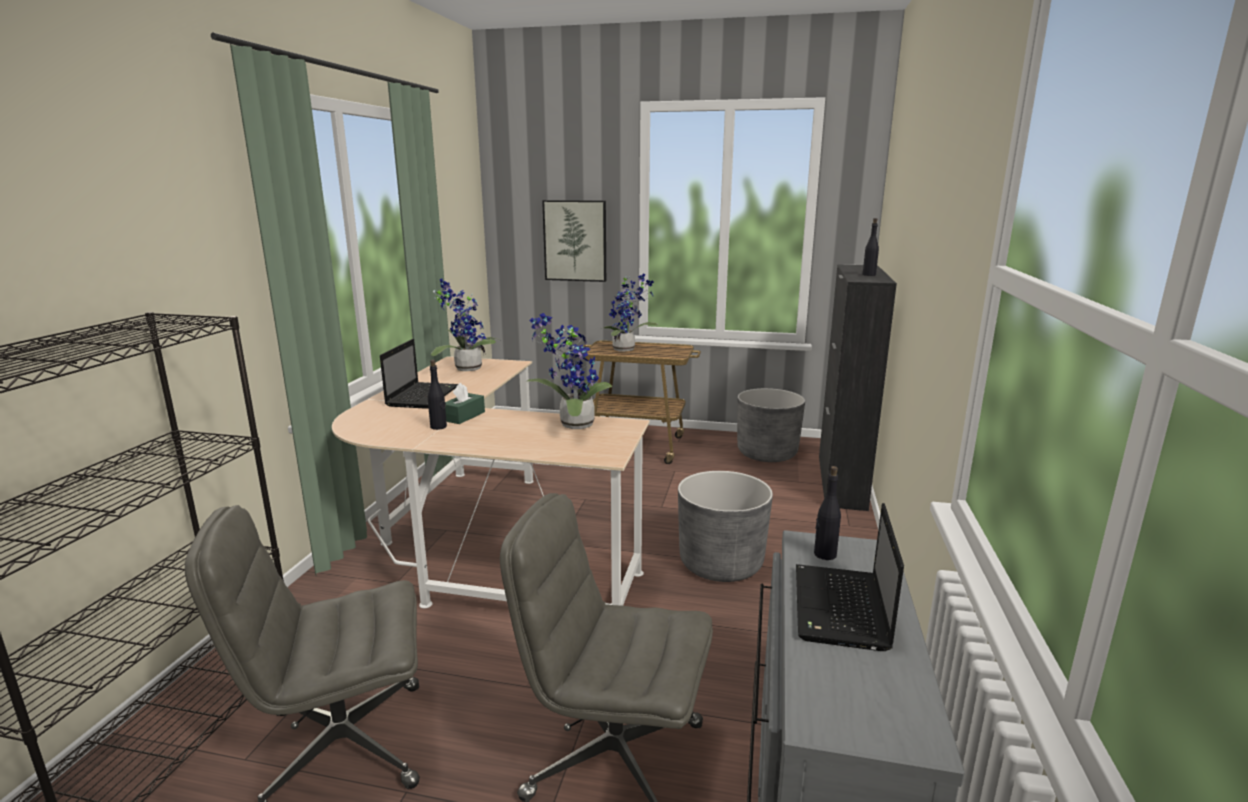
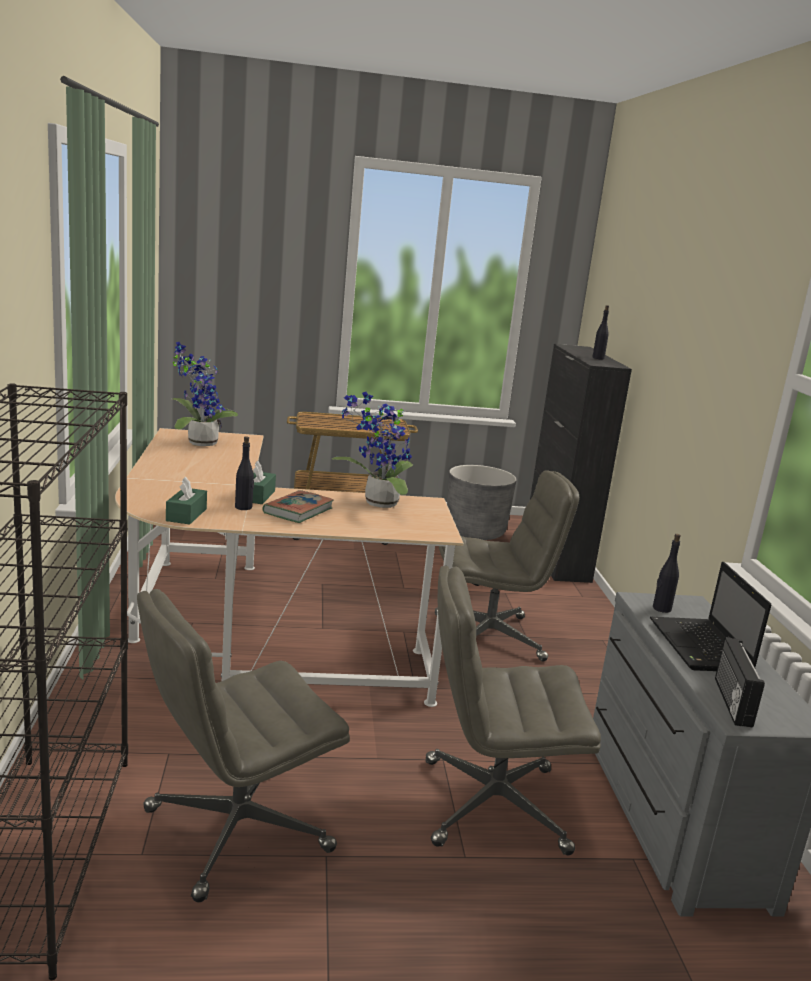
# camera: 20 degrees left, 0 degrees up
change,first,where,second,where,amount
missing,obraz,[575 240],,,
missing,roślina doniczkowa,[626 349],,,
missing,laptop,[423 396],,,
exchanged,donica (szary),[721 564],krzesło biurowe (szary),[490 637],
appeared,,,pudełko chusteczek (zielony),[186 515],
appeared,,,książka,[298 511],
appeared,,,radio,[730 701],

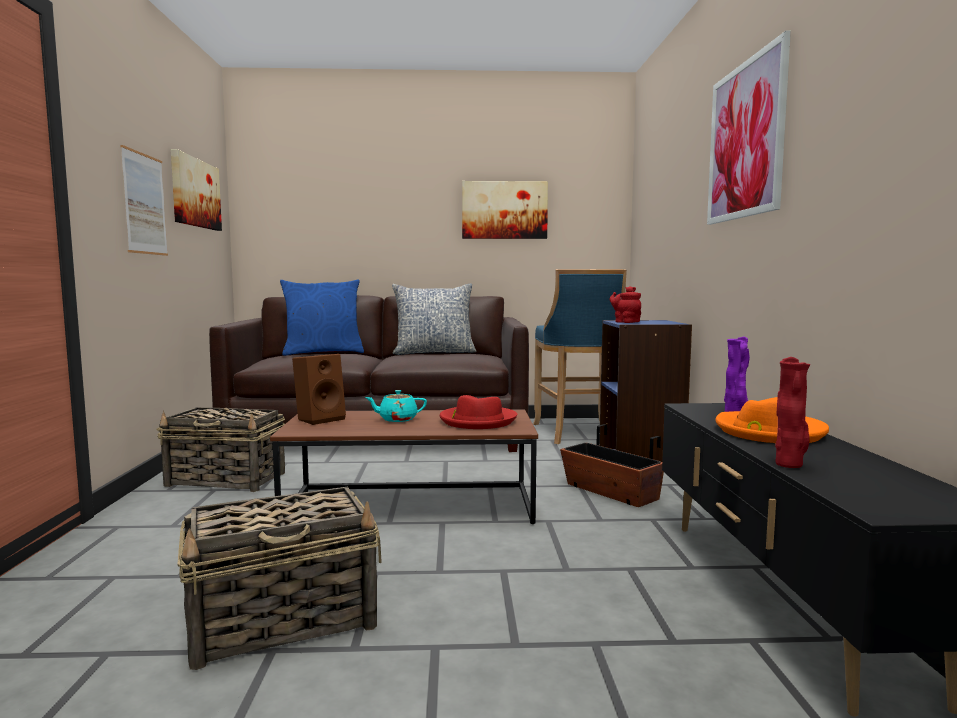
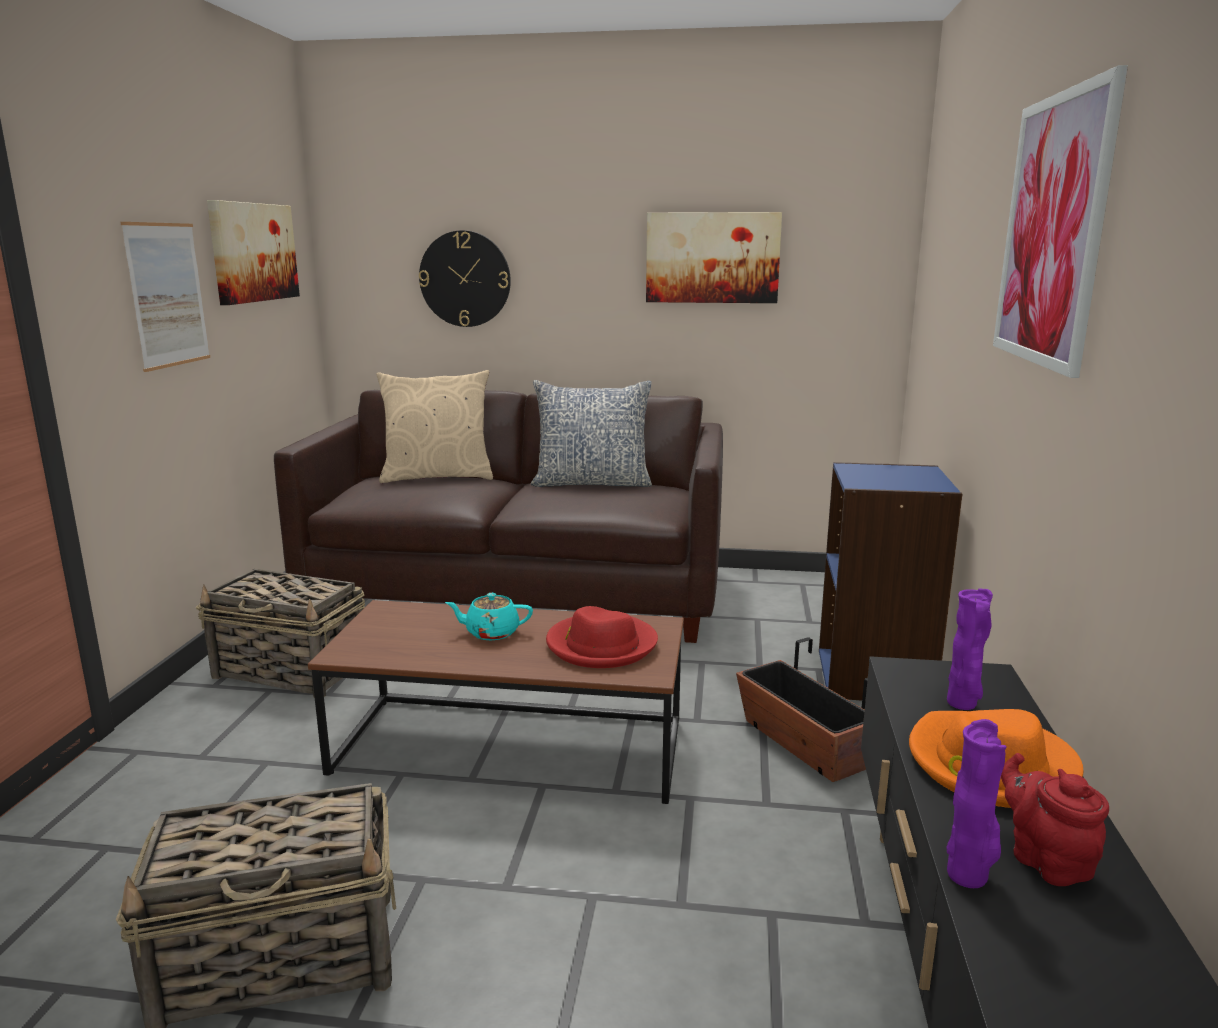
# camera: 10 degrees right, 10 degrees up
change,first,where,second,where,amount
missing,stołek (niebieski),[577 434],,,
colour,poduszka (niebieski),[323 353],poduszka (beżowy),[437 477],
relocated,imbryk (czerwony),[625 322],,[1045 860],
missing,głośnik (brązowy),[320 419],,,
colour,wazon (czerwony),[790 465],wazon (fioletowy),[969 877],
appeared,,,zegar ścienny,[465 279],

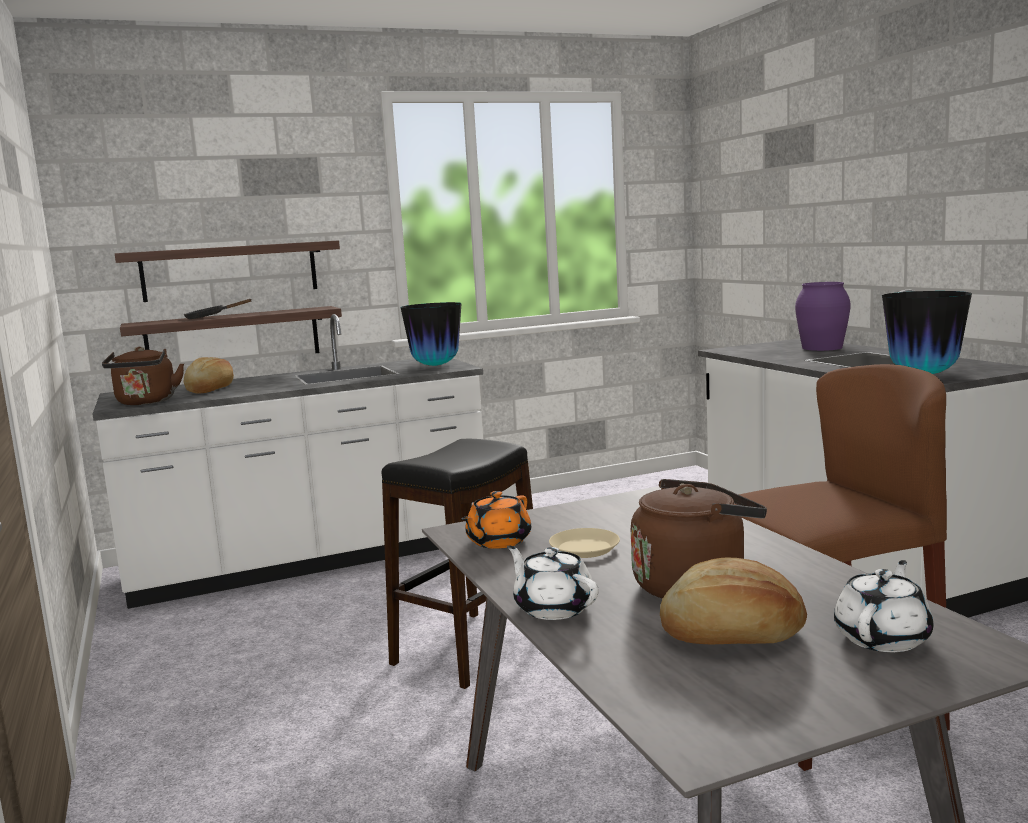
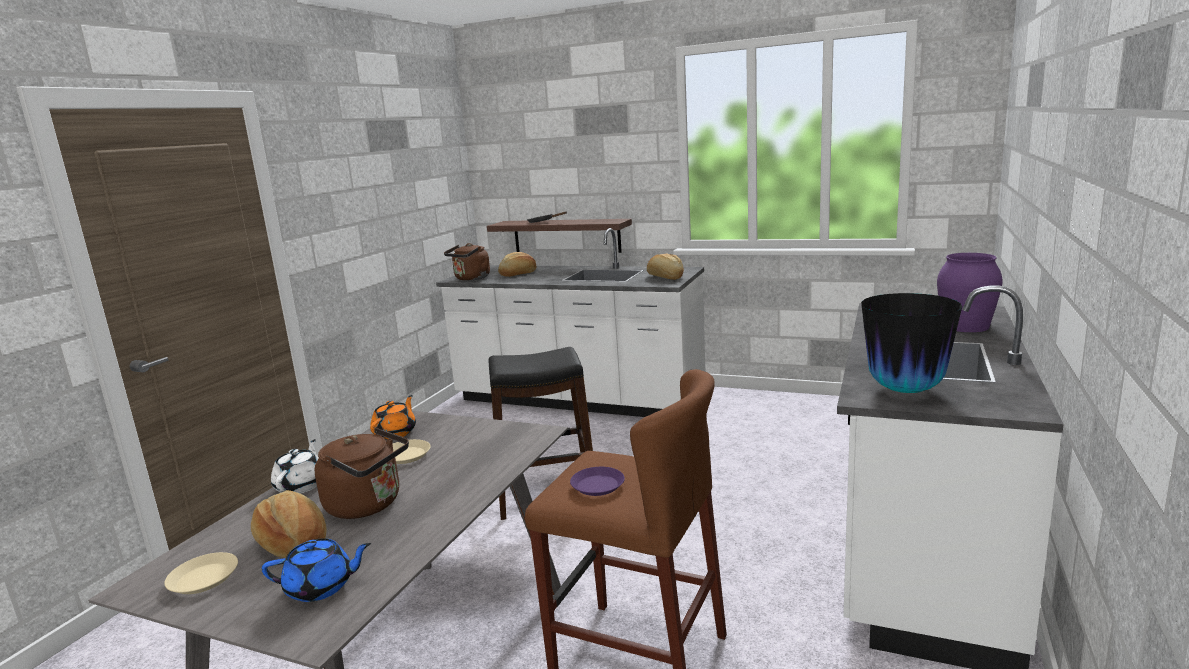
# camera: 45 degrees right, 5 degrees up
change,first,where,second,where,amount
missing,półka,[230 271],,,
exchanged,wazon,[435 365],chleb,[665 277],
spun,imbryk (pomarańczowy),[497 542],,[395 433],120 degrees clockwise
colour,imbryk (biały),[883 637],imbryk (niebieski),[321 587],
appeared,,,talerz (fioletowy),[597 485],
appeared,,,talerz (beżowy),[204 579],

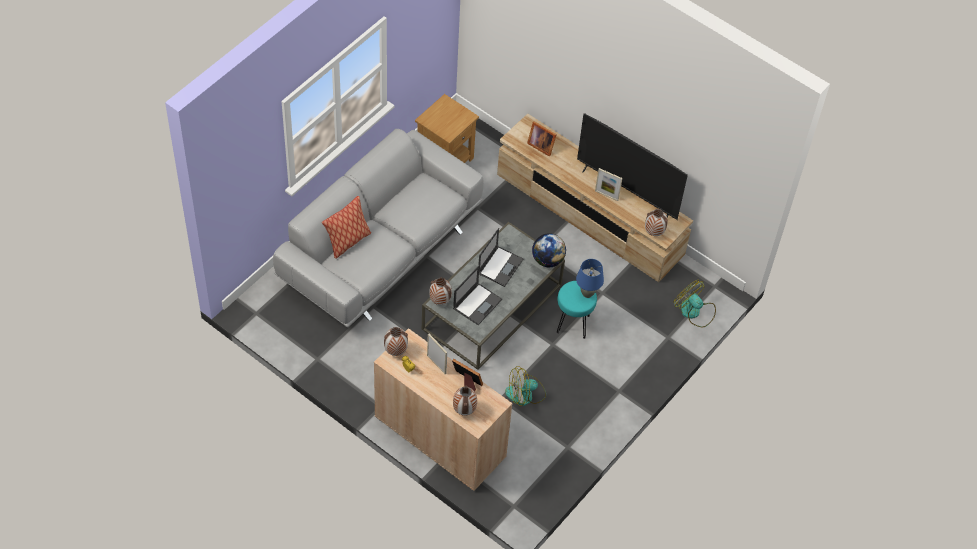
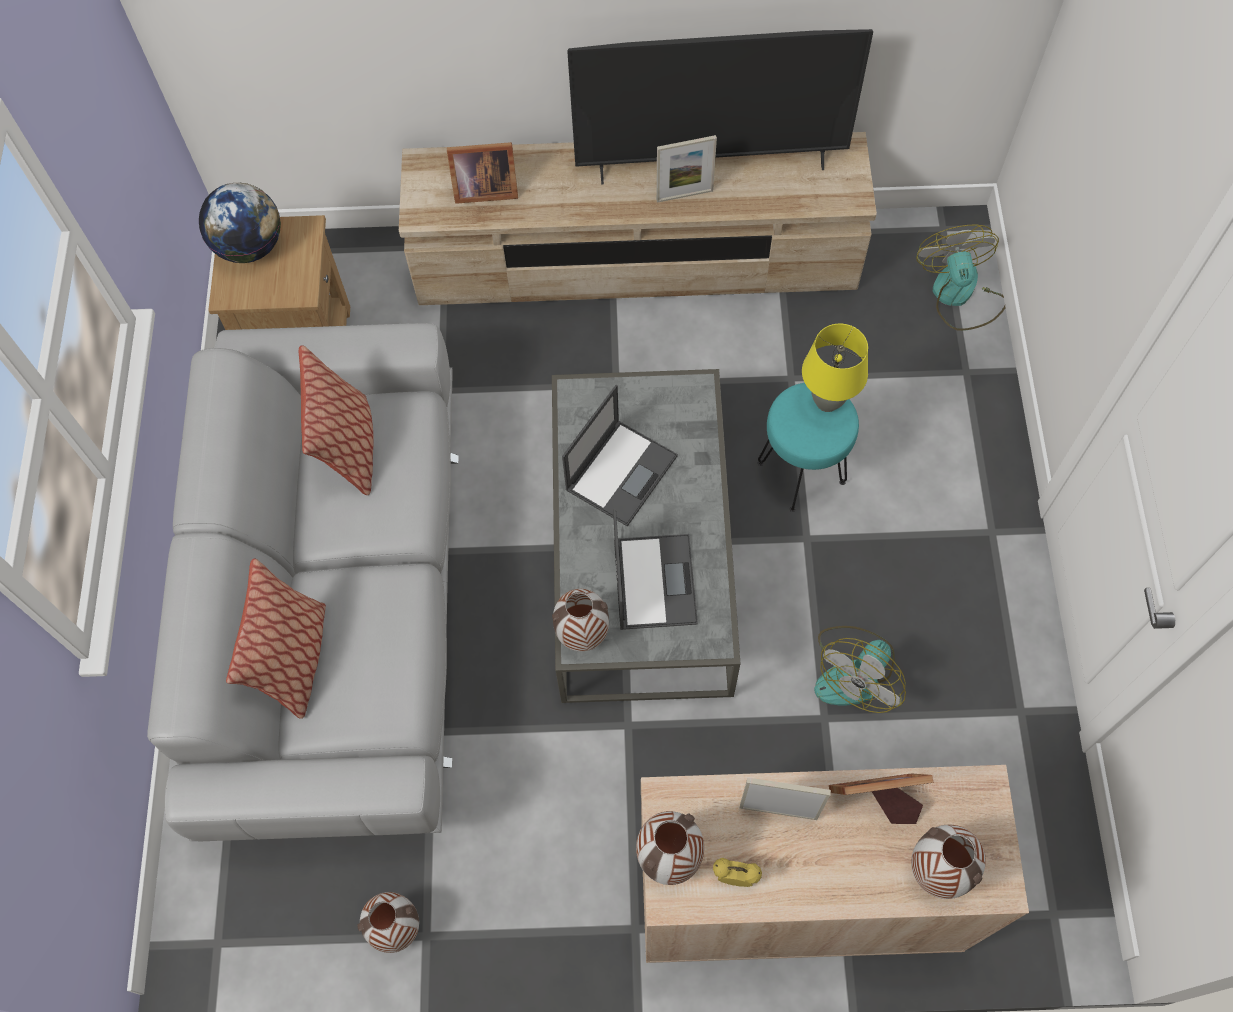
# camera: 35 degrees left, 10 degrees up
change,first,where,second,where,amount
relocated,wazon,[654 233],,[397 927],
spun,laptop,[500 266],,[621 471],45 degrees clockwise
relocated,globus,[547 260],,[250 246],
colour,lampa stołowa (niebieski),[587 293],lampa stołowa (żółty),[827 402],
spun,wentylator,[694 312],,[959 295],75 degrees clockwise
appeared,,,poduszka,[349 448],

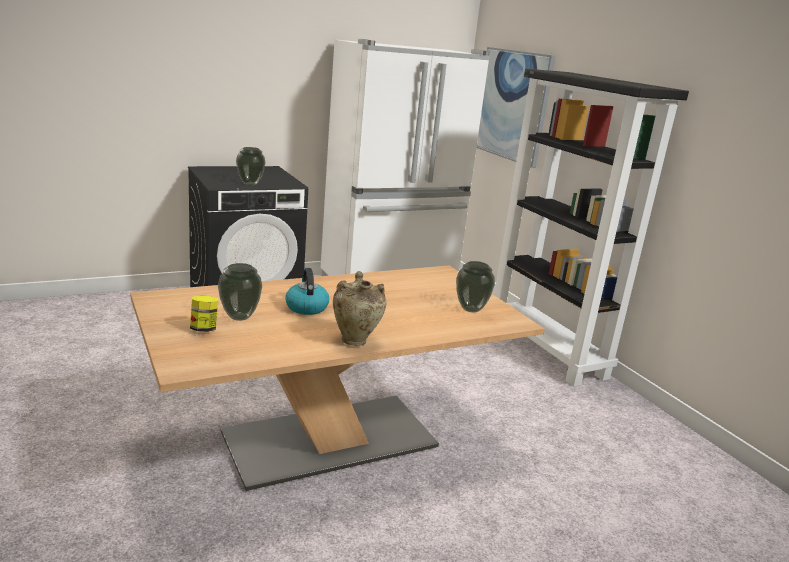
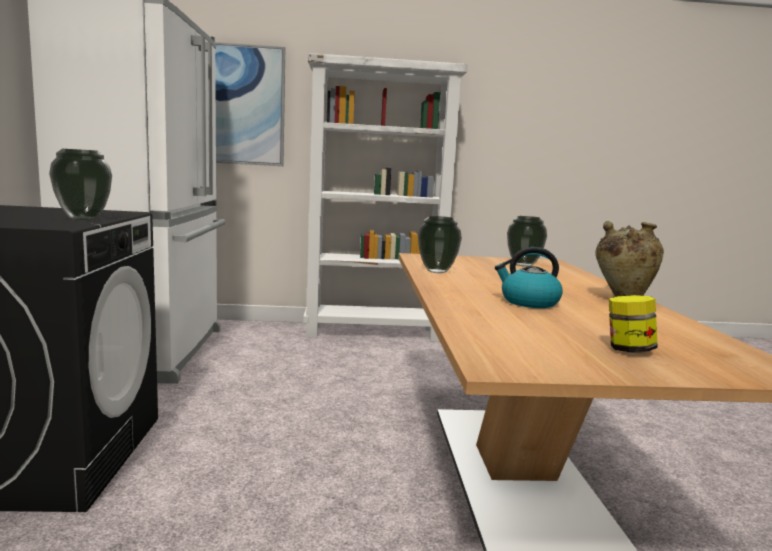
# camera: 65 degrees left, 10 degrees down
change,first,where,second,where,amount
colour,regał (czarny),[547 350],regał (biały),[374 332],
relocated,wazon,[240 317],,[436 271],

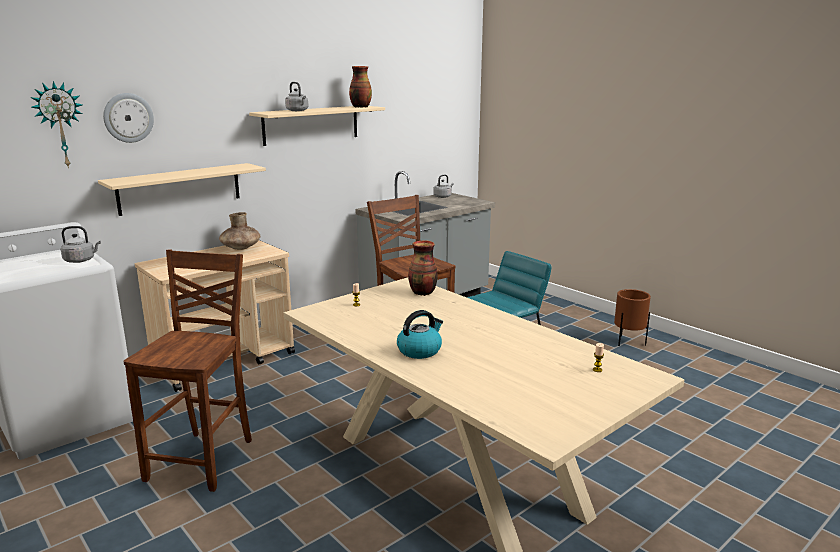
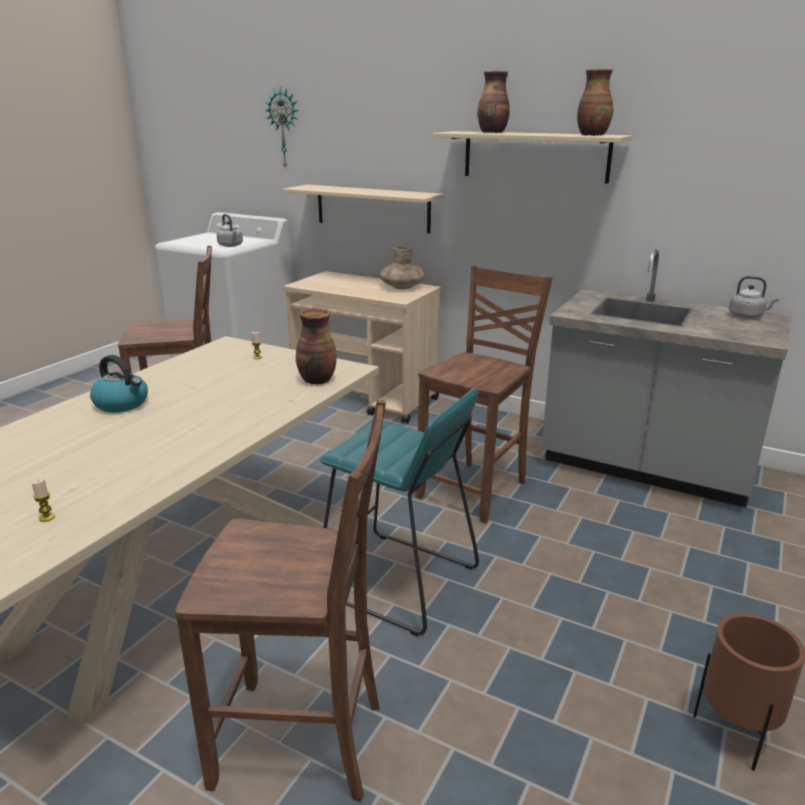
# camera: 70 degrees right, 5 degrees up
change,first,where,second,where,amount
exchanged,czajnik (szary),[298 111],wazon,[492 132],
missing,zegar ścienny,[128 117],,,
appeared,,,krzesło (brązowy),[303 743],

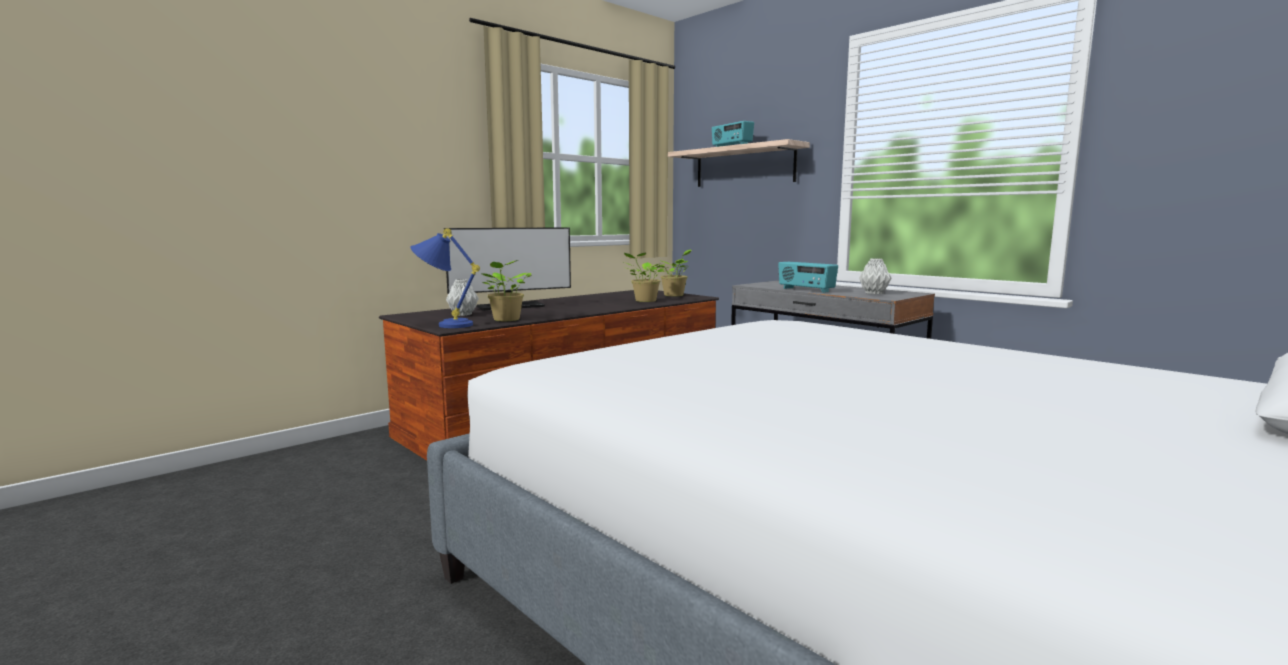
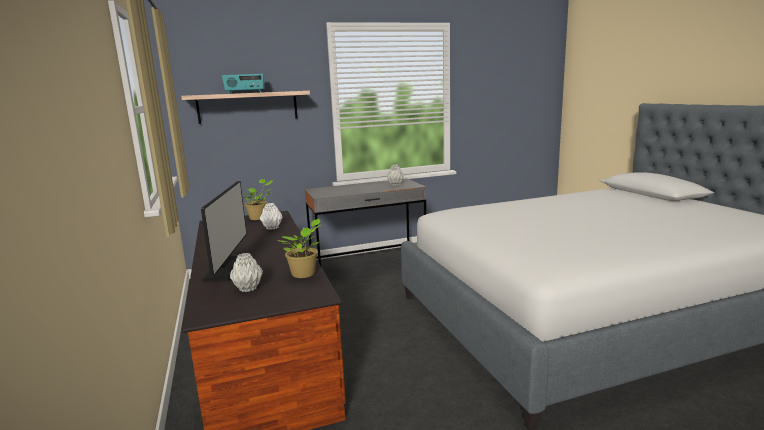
# camera: 65 degrees left, 5 degrees up
change,first,where,second,where,amount
missing,lampa stołowa (niebieski),[444 325],,,
exchanged,roślina doniczkowa,[644 301],wazon (biały),[272 228],
missing,radio,[805 290],,,

